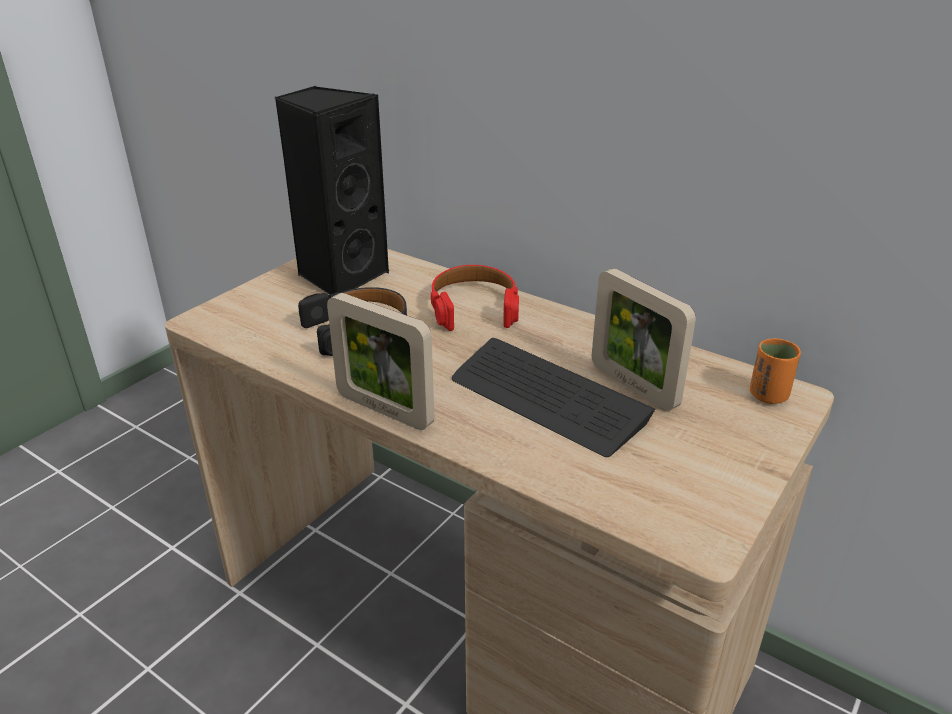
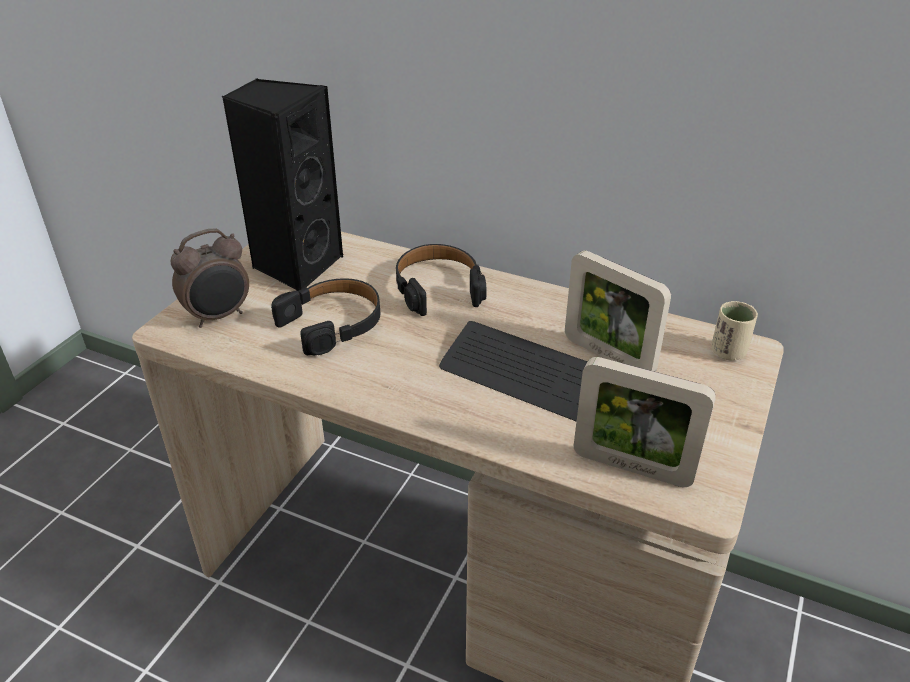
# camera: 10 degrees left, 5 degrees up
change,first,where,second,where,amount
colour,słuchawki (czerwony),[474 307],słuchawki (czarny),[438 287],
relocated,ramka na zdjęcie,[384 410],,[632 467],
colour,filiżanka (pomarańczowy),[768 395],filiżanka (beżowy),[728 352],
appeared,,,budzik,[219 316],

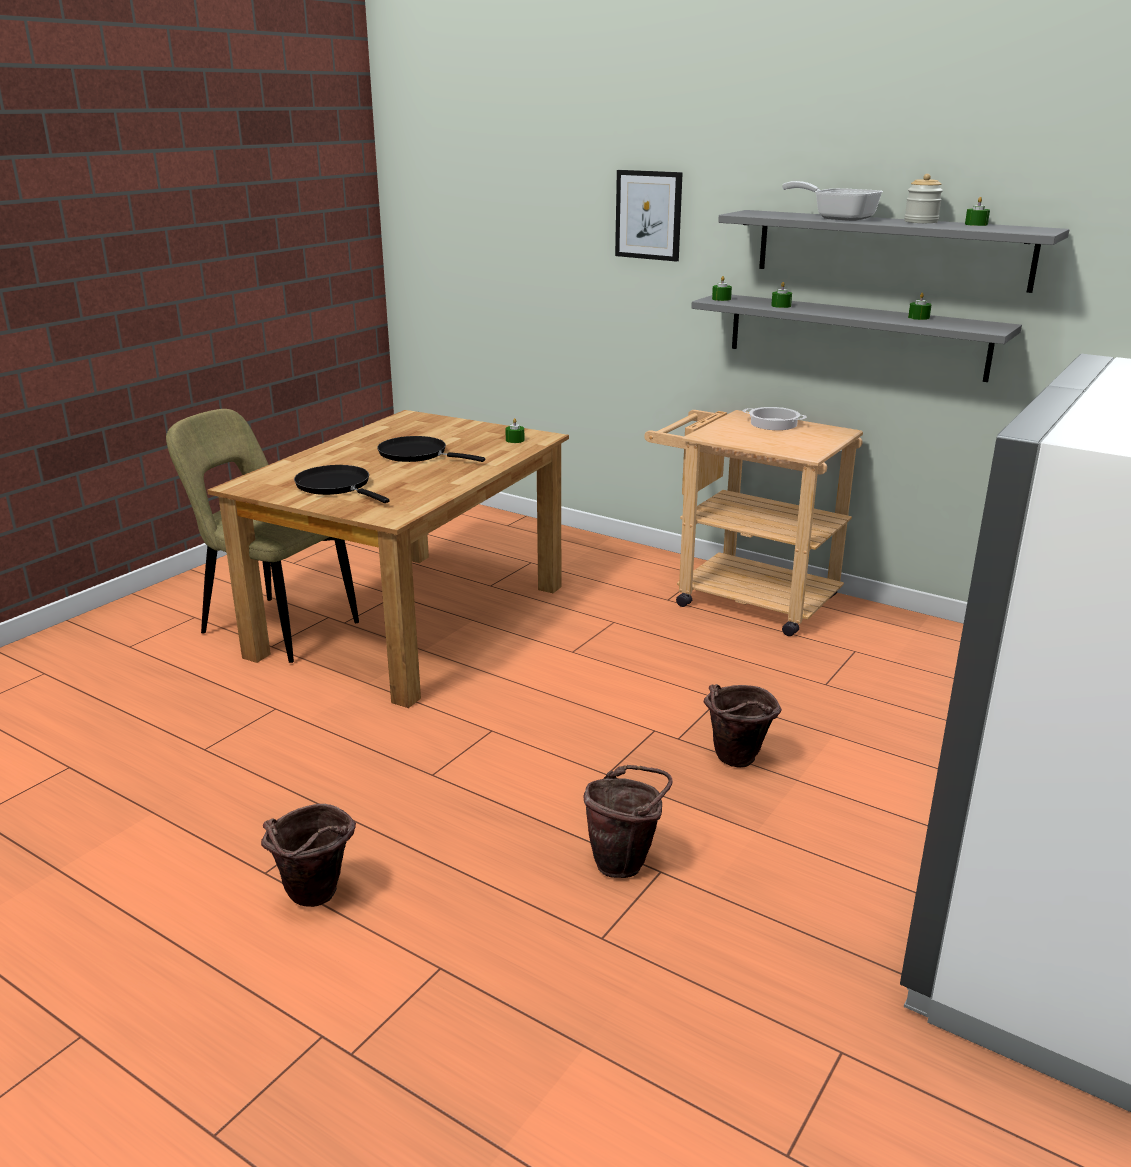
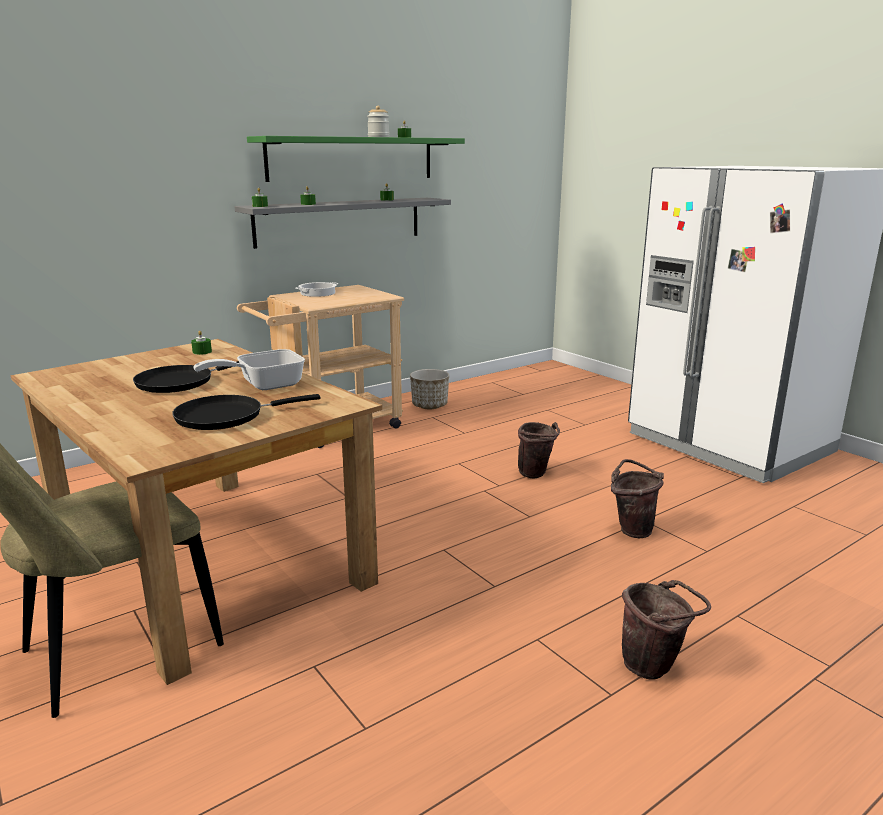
# camera: 70 degrees left, 5 degrees down
change,first,where,second,where,amount
missing,obraz,[648 215],,,
relocated,patelnia,[838 218],,[263 385],
colour,półka (szary),[891 249],półka (zielony),[352 158],
appeared,,,donica,[429 405],

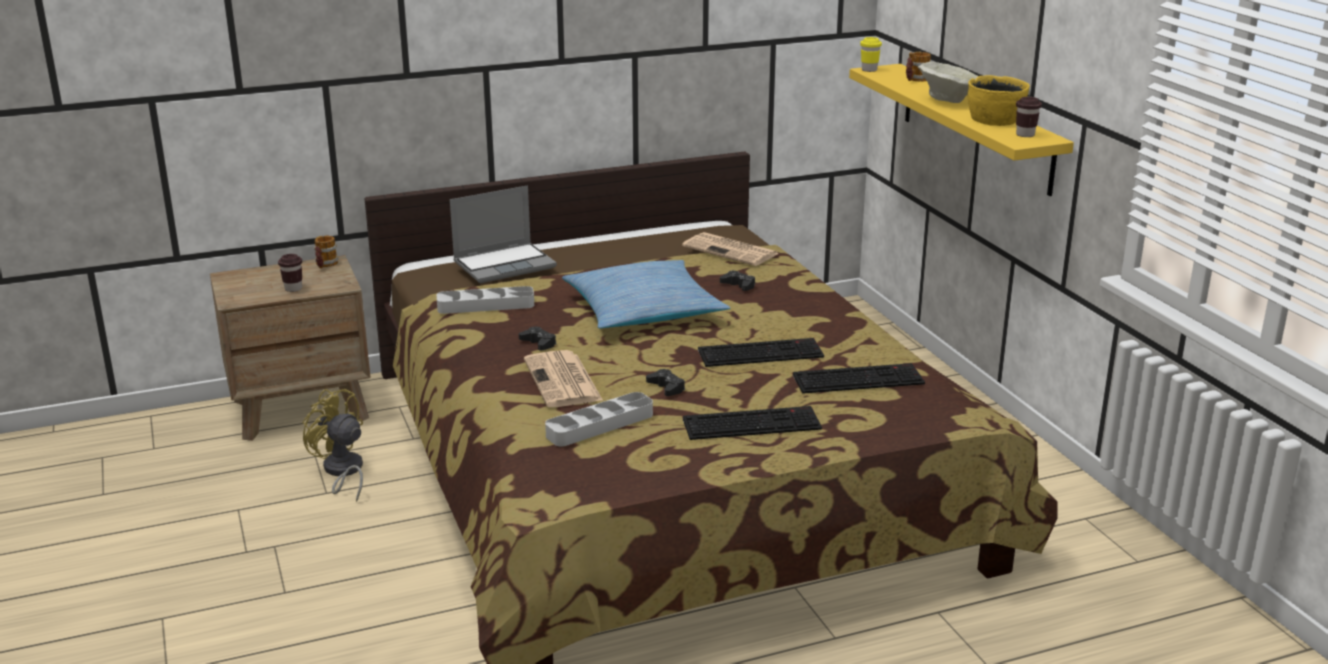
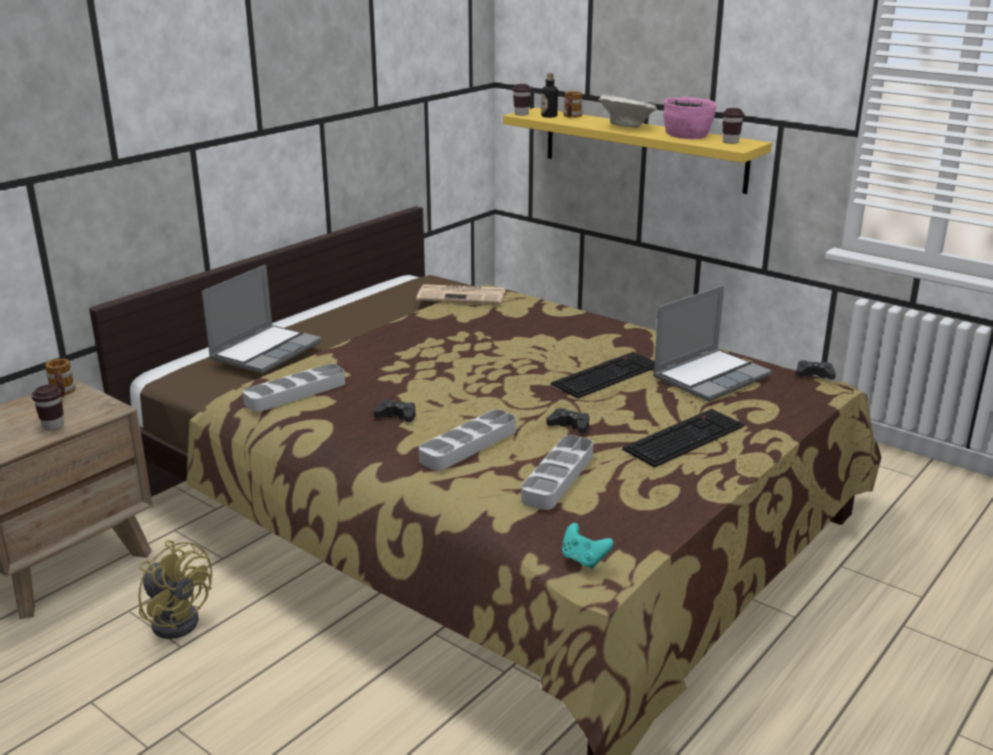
# camera: 30 degrees left, 0 degrees up
change,first,where,second,where,amount
colour,filiżanka (żółty),[869 70],filiżanka (brązowy),[521 114],
colour,miska (żółty),[995 120],miska (różowy),[688 135],
missing,poduszka,[643 310],,,
relocated,pad do gier (czarny),[738 285],,[814 375],
exchanged,gazeta,[563 381],taca (szary),[468 445],
exchanged,klawiatura,[859 378],laptop,[711 376],
spun,wentylator (żółty),[342 472],,[177 618],150 degrees counterclockwise
appeared,,,butelka,[549 116],
appeared,,,pad do gier (turkusowy),[584 560],

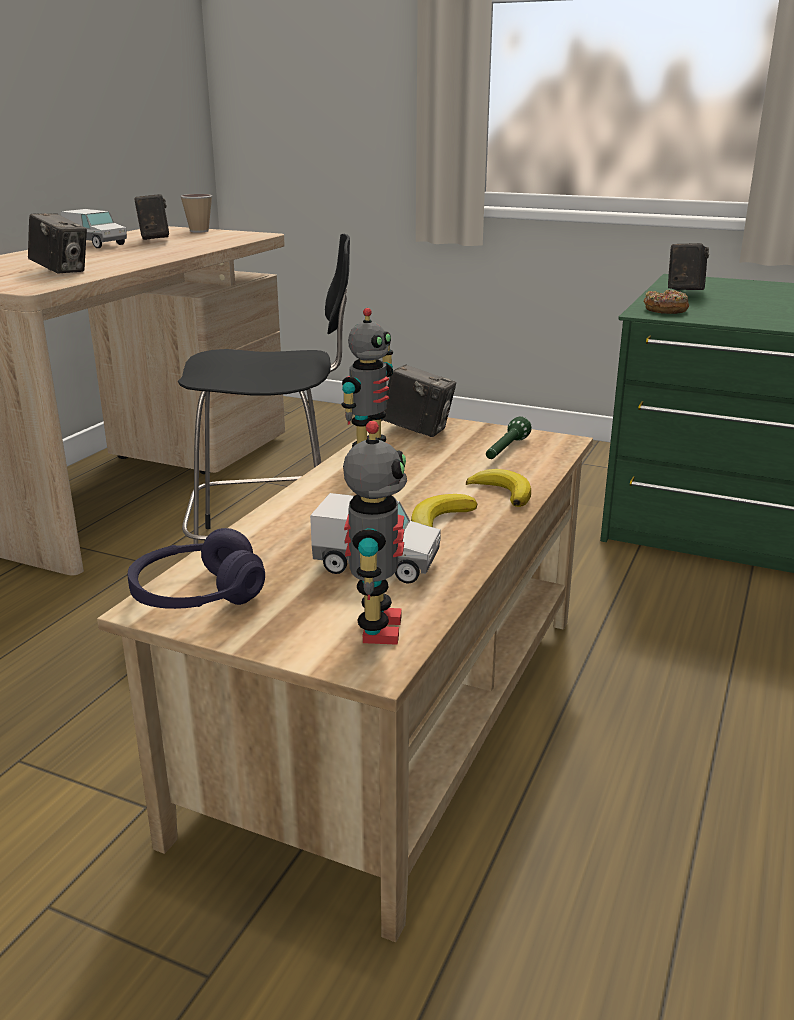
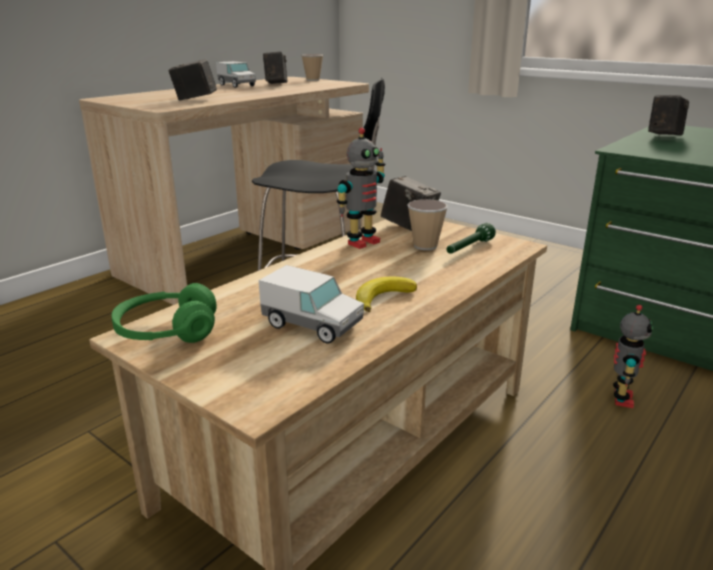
# camera: 15 degrees right, 0 degrees up
change,first,where,second,where,amount
spun,aparat fotograficzny,[61 271],,[195 99],135 degrees clockwise
missing,donut,[665 310],,,
relocated,robot zabawkowy,[376 629],,[620 399],
missing,banan,[502 492],,,
colour,słuchawki (fioletowy),[197 595],słuchawki (zielony),[167 331],
appeared,,,filiżanka,[425 246],

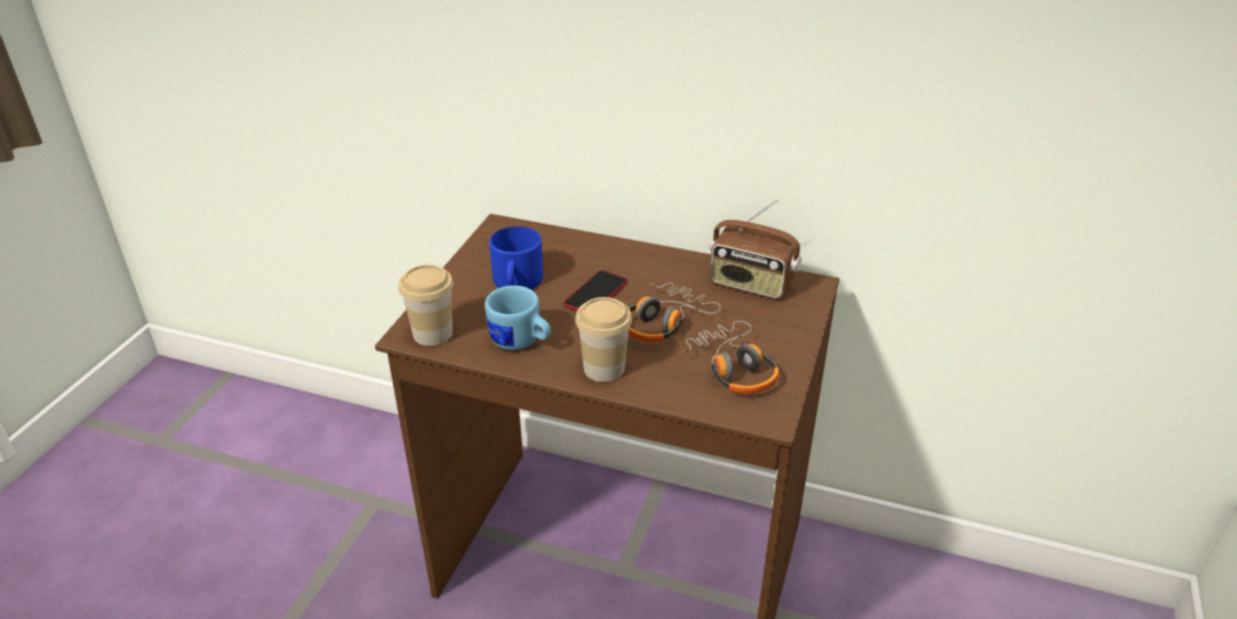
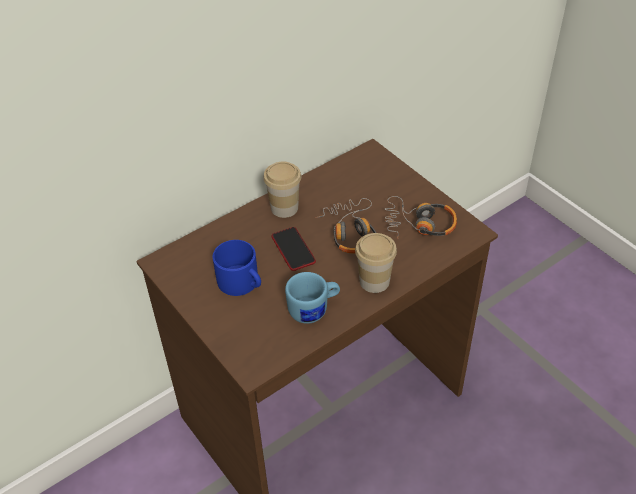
# camera: 55 degrees left, 10 degrees up
change,first,where,second,where,amount
missing,radio,[750 284],,,
relocated,filiżanka,[432 333],,[284 208],

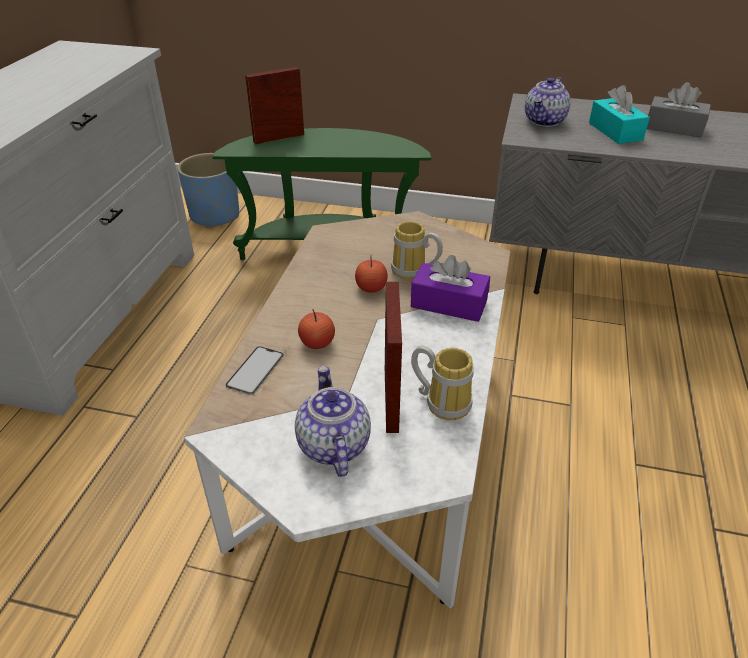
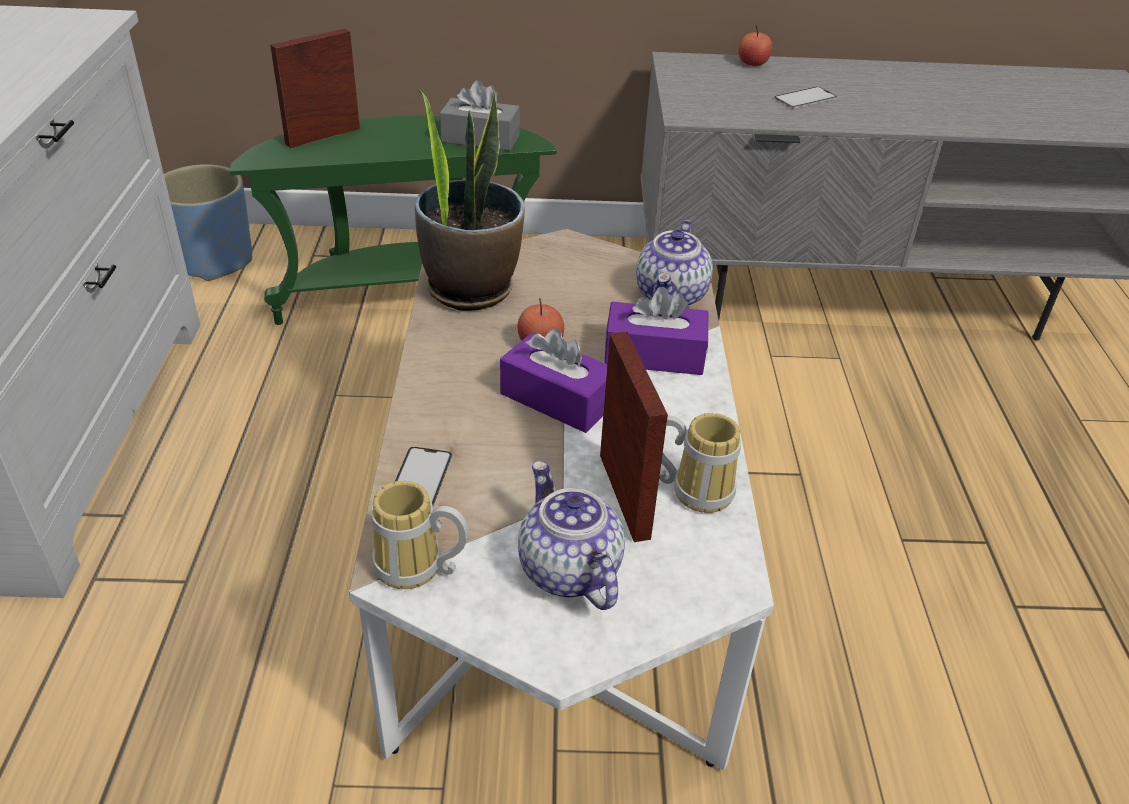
# camera: 15 degrees left, 0 degrees up
change,first,where,second,where,amount
relocated,imbryk,[545 121],,[672 296],
relocated,pudełko chusteczek (szary),[674 128],,[480 138],
exchanged,pudełko chusteczek (turkusowy),[615 131],telefon,[805 98],
relocated,kubek,[412 273],,[416 571],
relocated,jabłko,[317 343],,[752 63],
appeared,,,roślina doniczkowa,[470 288],
appeared,,,pudełko chusteczek (fioletowy),[557 399],

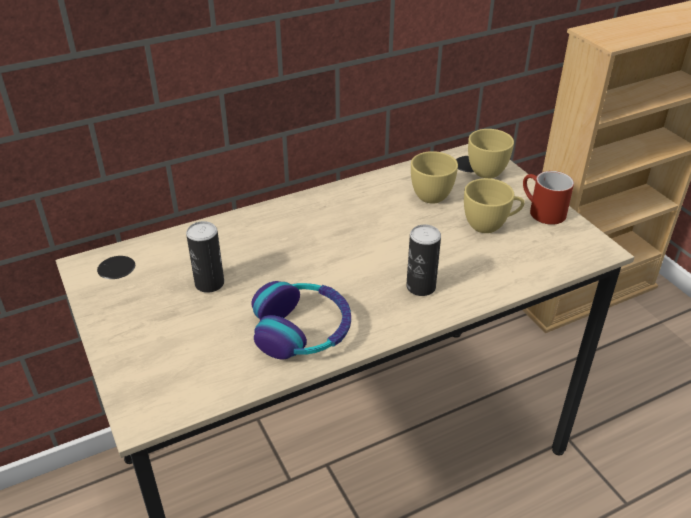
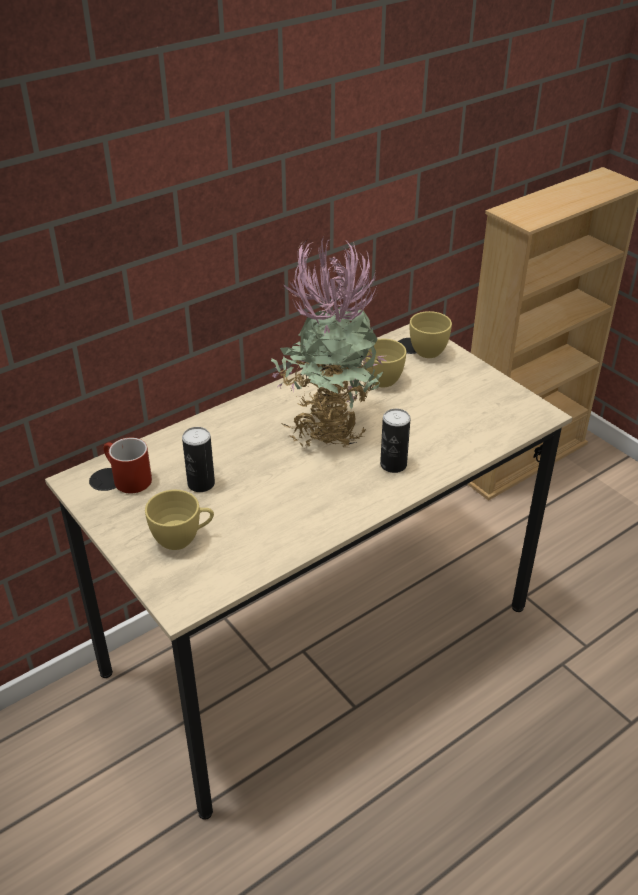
# camera: 10 degrees left, 0 degrees up
change,first,where,second,where,amount
relocated,kubek (czerwony),[540 211],,[126 479],
relocated,filiżanka (żółty),[490 225],,[183 539],
missing,słuchawki,[302 330],,,
appeared,,,roślina doniczkowa,[328 427],

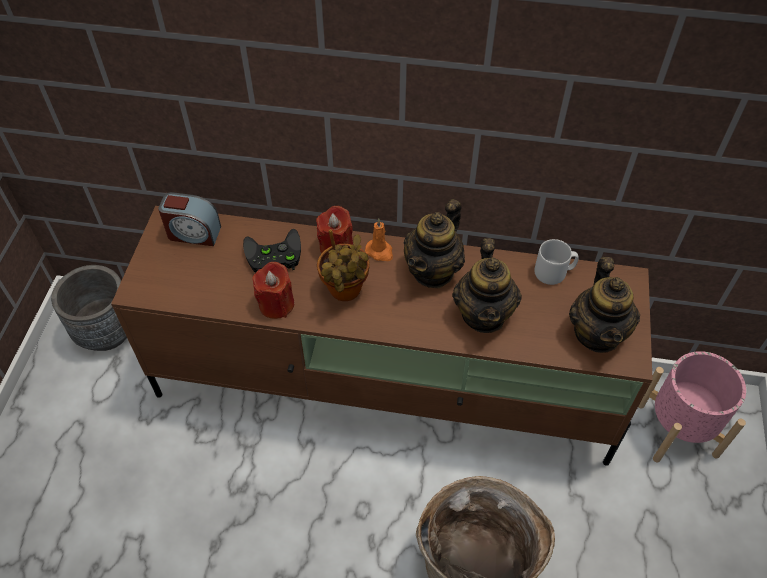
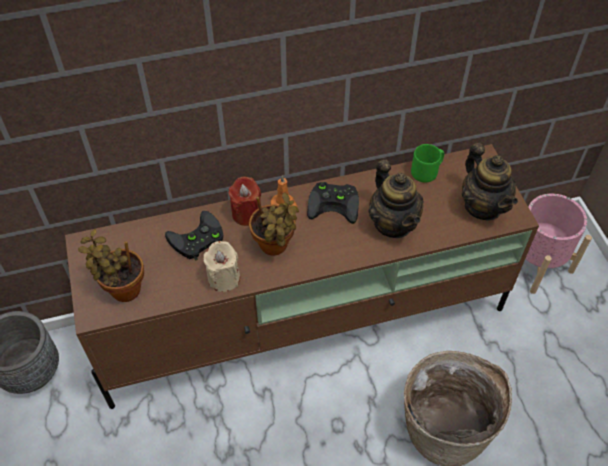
# camera: 25 degrees left, 0 degrees up
change,first,where,second,where,amount
missing,budzik,[193 233],,,
exchanged,imbryk,[433 271],pad do gier (czarny),[335 204],
colour,kubek (szary),[554 272],kubek (zielony),[427 171],
colour,świeca (czerwony),[276 304],świeca (beżowy),[224 278],
appeared,,,roślina doniczkowa,[122 289],

